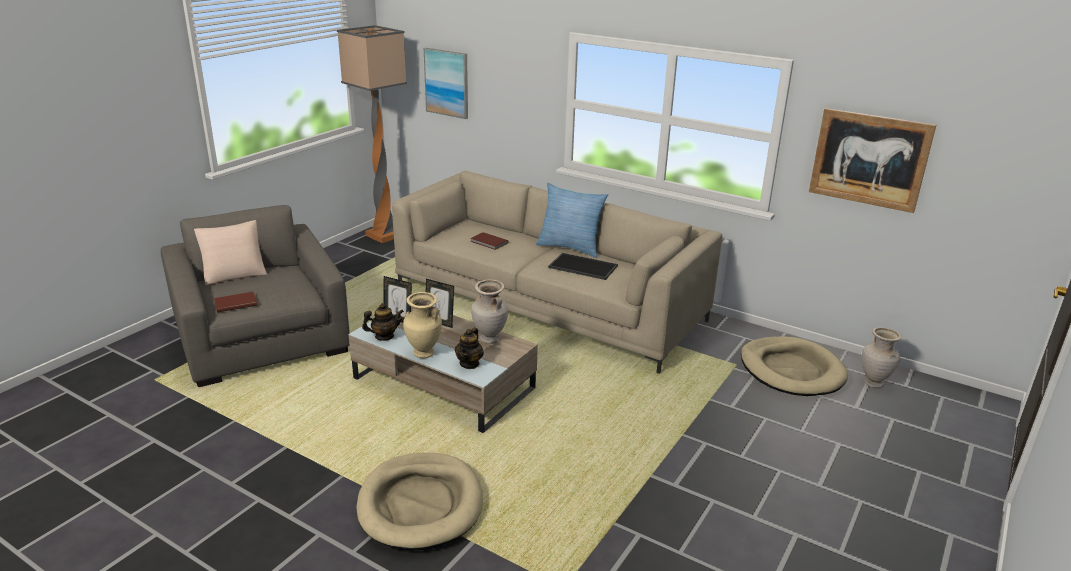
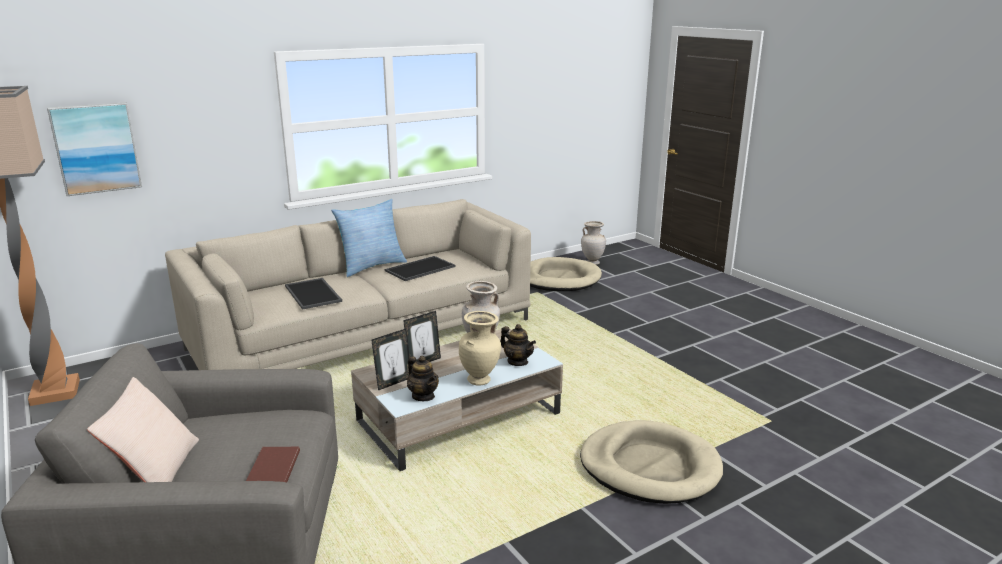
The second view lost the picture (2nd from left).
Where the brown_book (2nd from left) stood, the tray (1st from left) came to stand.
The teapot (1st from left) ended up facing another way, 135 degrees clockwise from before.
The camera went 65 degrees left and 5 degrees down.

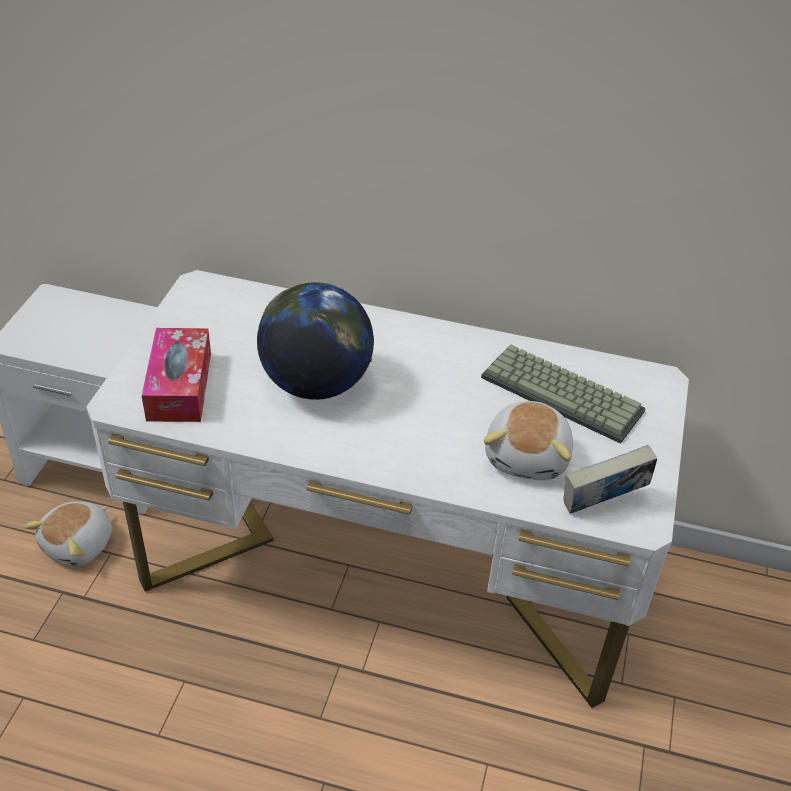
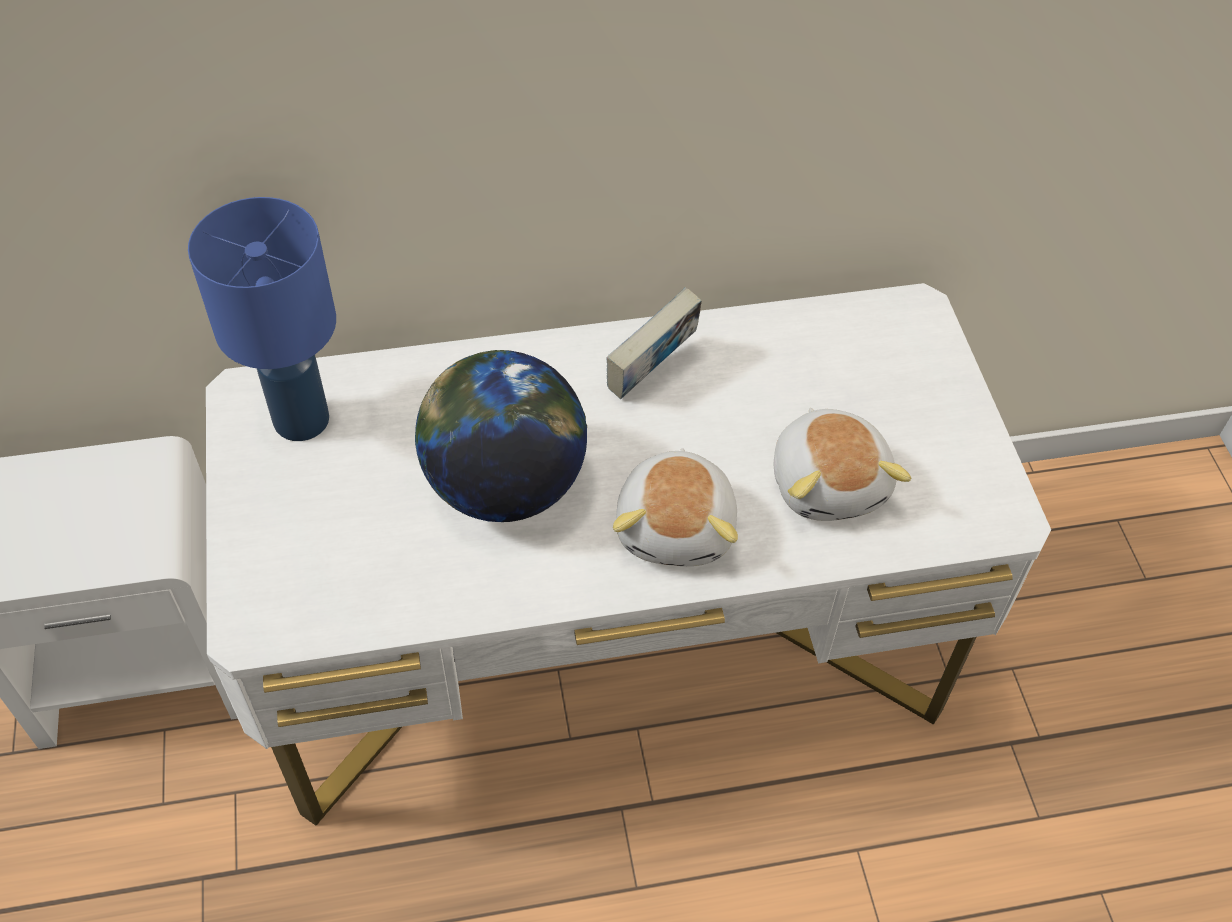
The second view lost the tissue_box.
The second view lost the keyboard.
The second view gained the blue_table_lamp.
The plush_toy (1st from left) ended up elsewhere.
The book ended up elsewhere.
The camera went 25 degrees left and 10 degrees up.

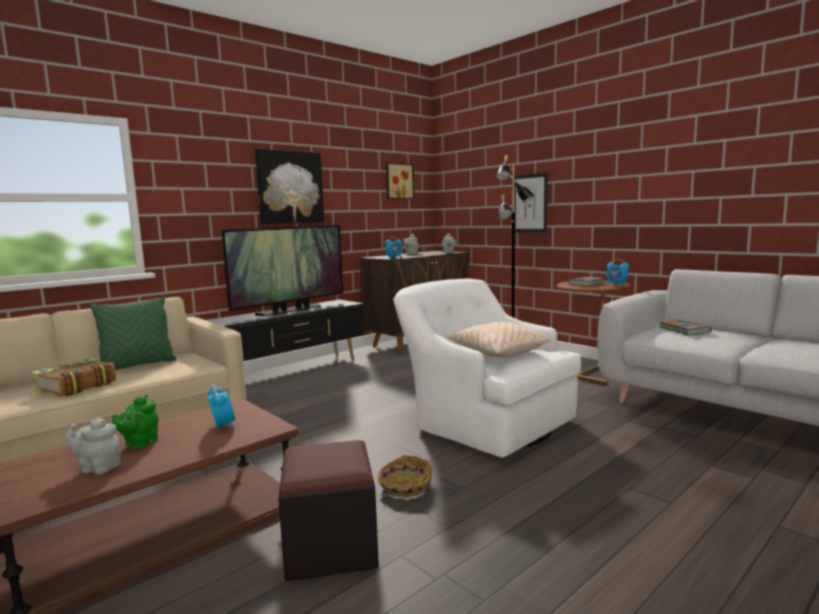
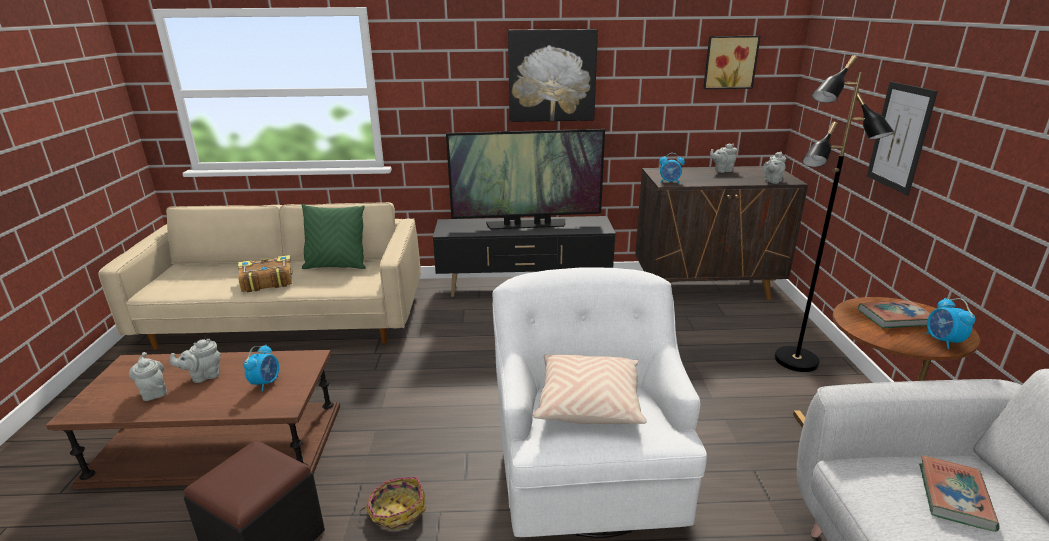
What was the green_teapot turned into the grey_teapot (2nd from left).
The camera went 40 degrees right and 15 degrees up.

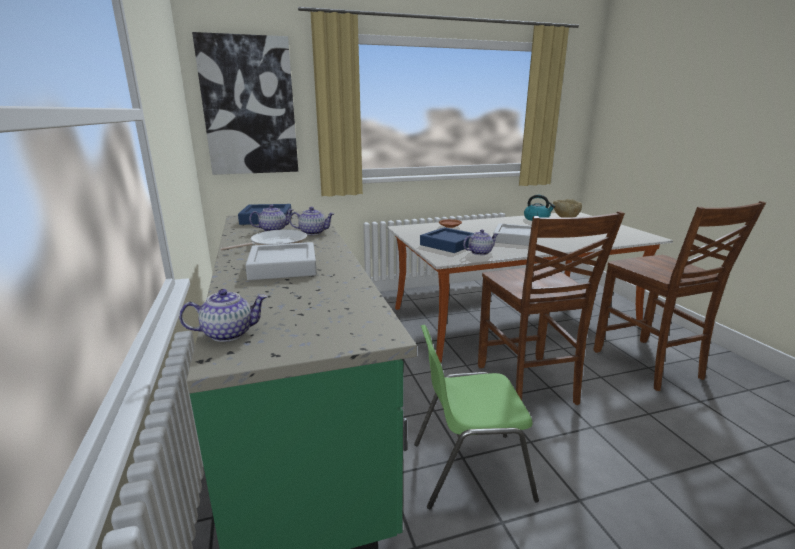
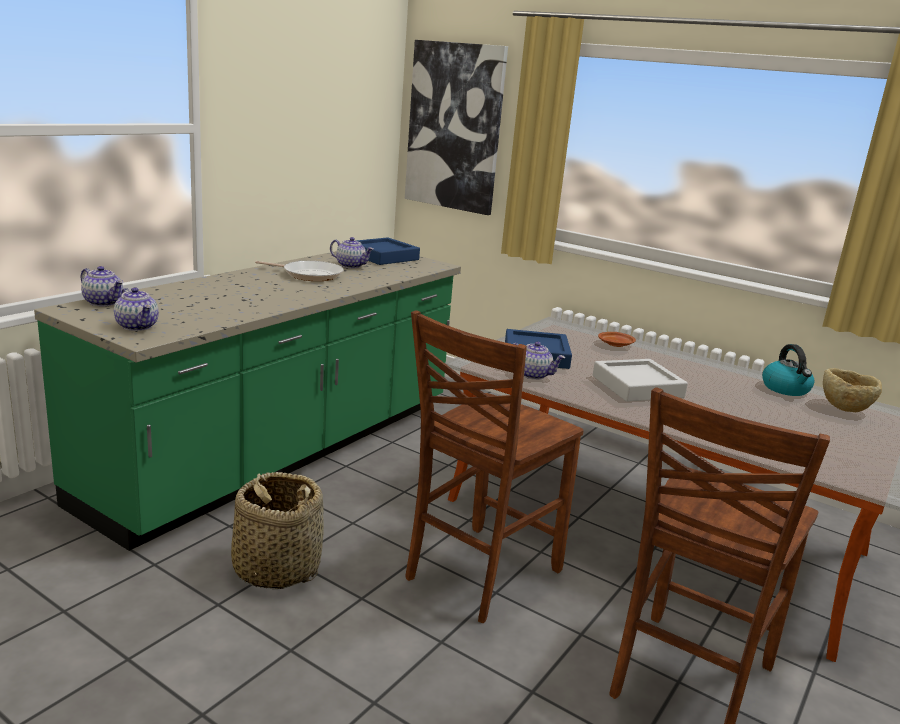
The second view lost the grey_tray (1st from left).
The teapot (3rd from left in the first image) ended up elsewhere.
Where the green_chair stood, the basket came to stand.
The camera went 50 degrees right and 0 degrees up.

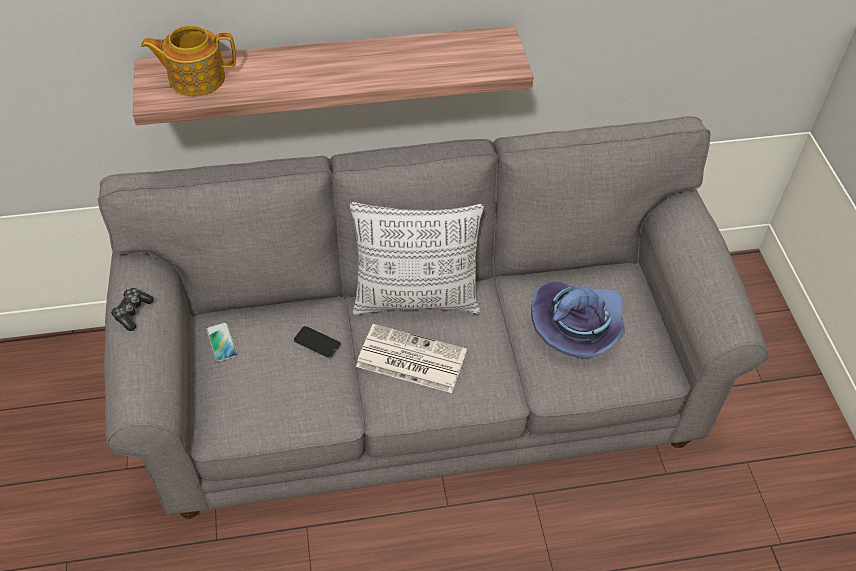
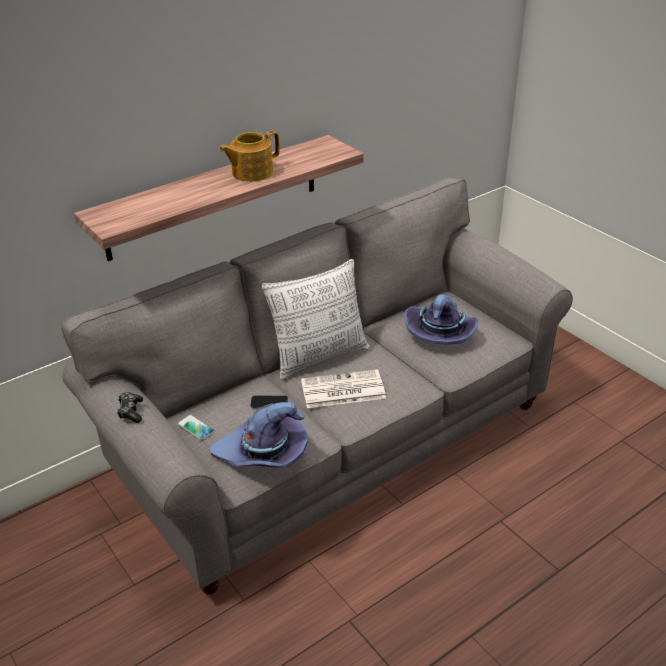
The second view gained the purple_hat (1st from left).
The teapot ended up elsewhere.
The camera went 25 degrees left and 15 degrees down.

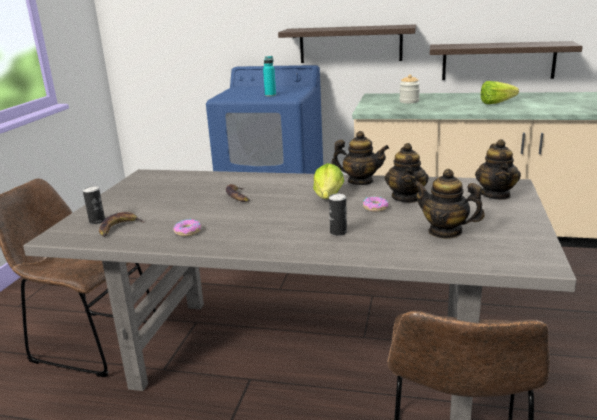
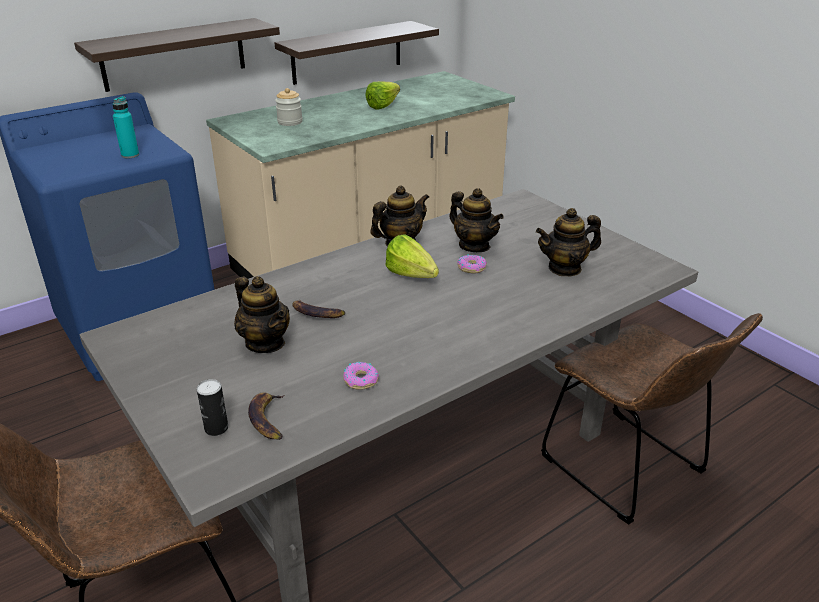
The second view lost the can (2nd from left).
The teapot (4th from left in the first image) ended up elsewhere.
The camera went 50 degrees left and 10 degrees up.

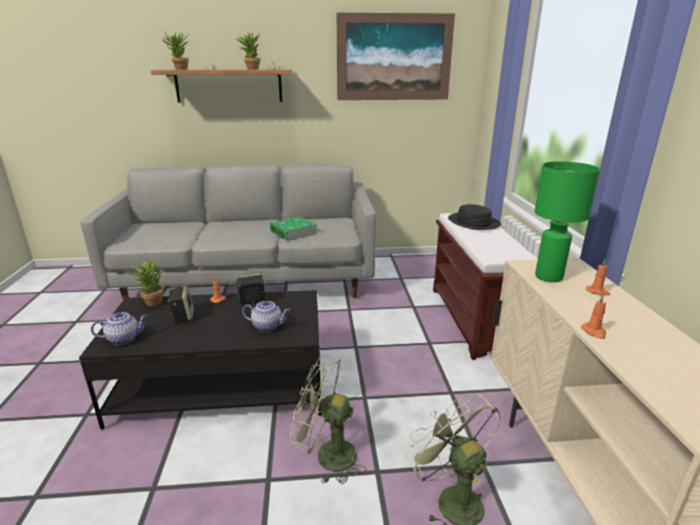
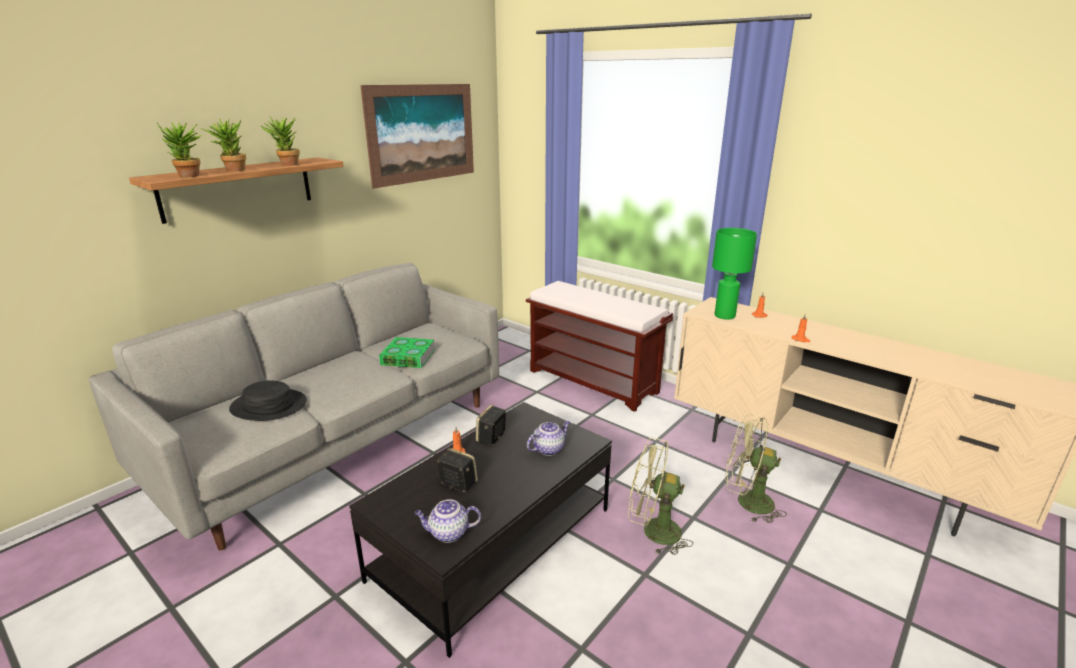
The potted_plant (1st from left in the first image) ended up elsewhere.
The black_hat ended up elsewhere.
The teapot (1st from left) ended up facing another way, 120 degrees counterclockwise from before.
The green_fan (1st from left) ended up facing another way, 45 degrees clockwise from before.
The camera went 45 degrees left and 0 degrees up.

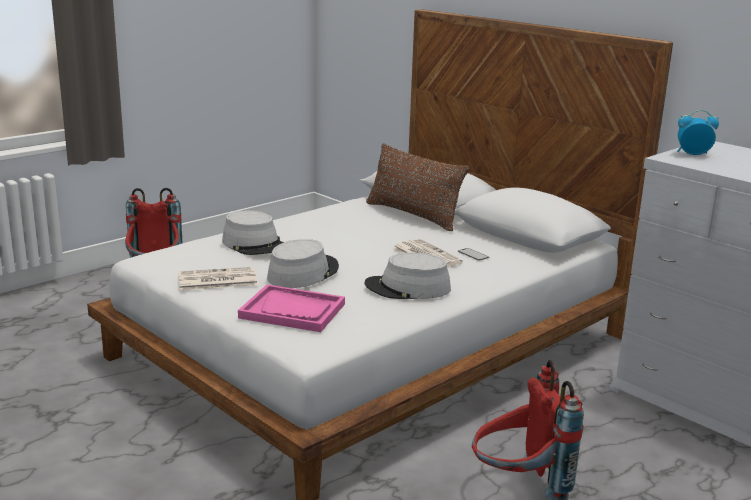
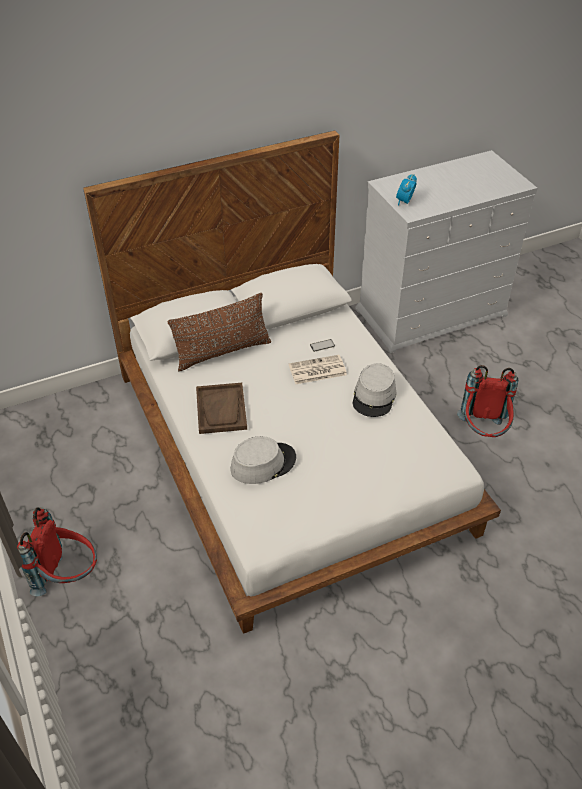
The second view lost the newspaper (1st from left).
The second view lost the pink_tray.
The second view lost the grey_hat (2nd from left).
The second view gained the brown_tray.
The camera went 70 degrees left and 25 degrees up.

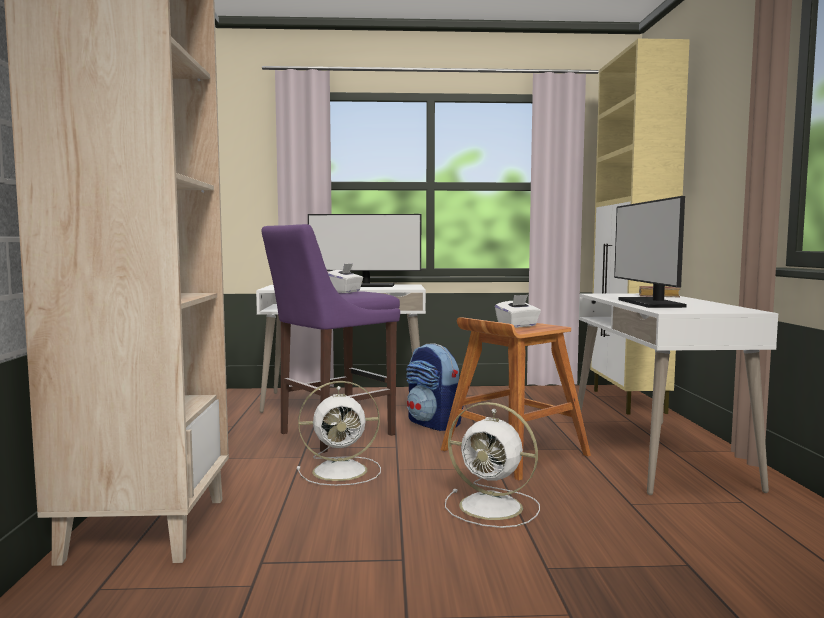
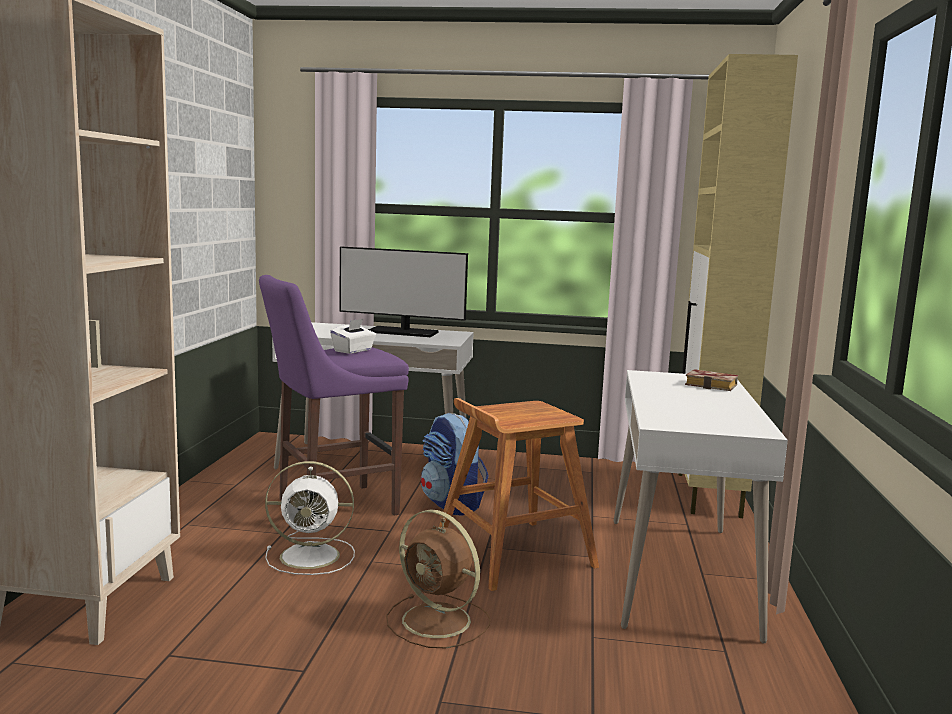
The second view lost the white_tissue_box (2nd from left).
The second view lost the monitor (2nd from left).
What was the white_fan (2nd from left) turned into the brown_fan.
The camera went 10 degrees right and 5 degrees up.

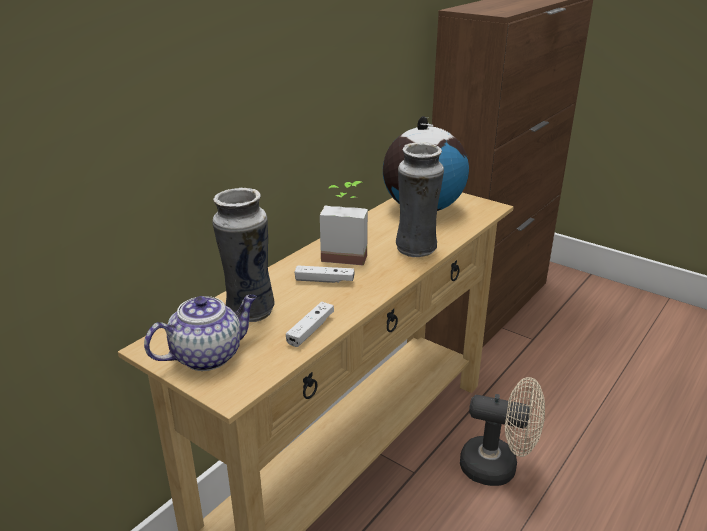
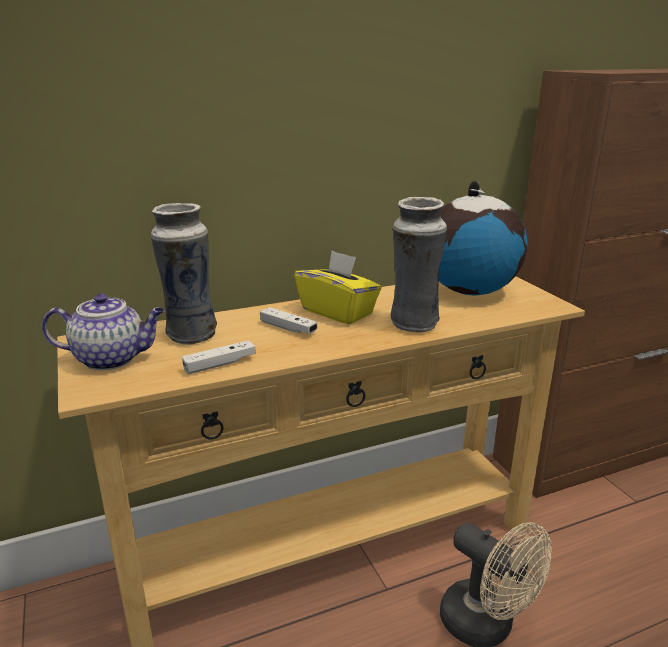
Where the potted_plant stood, the yellow_tissue_box came to stand.
The camera went 30 degrees right and 5 degrees down.

